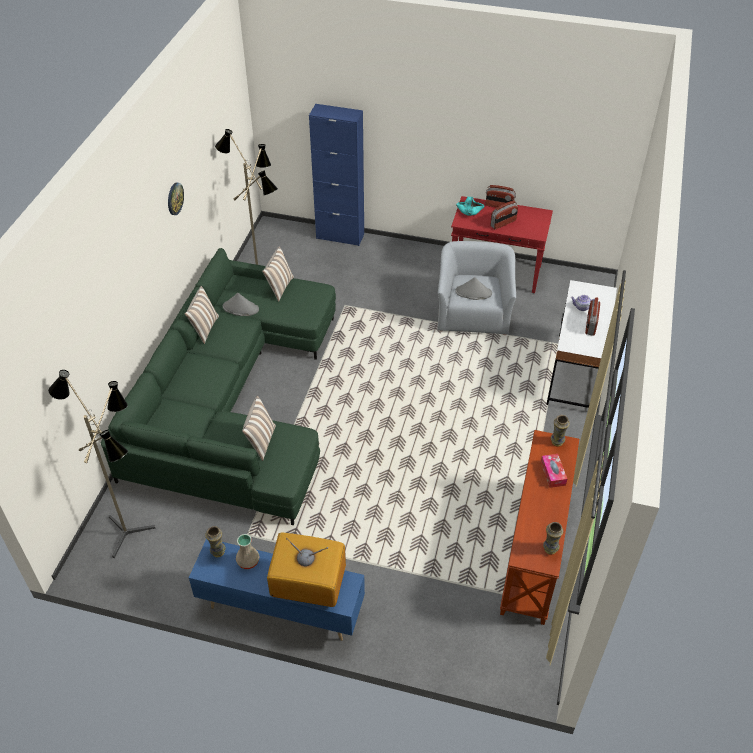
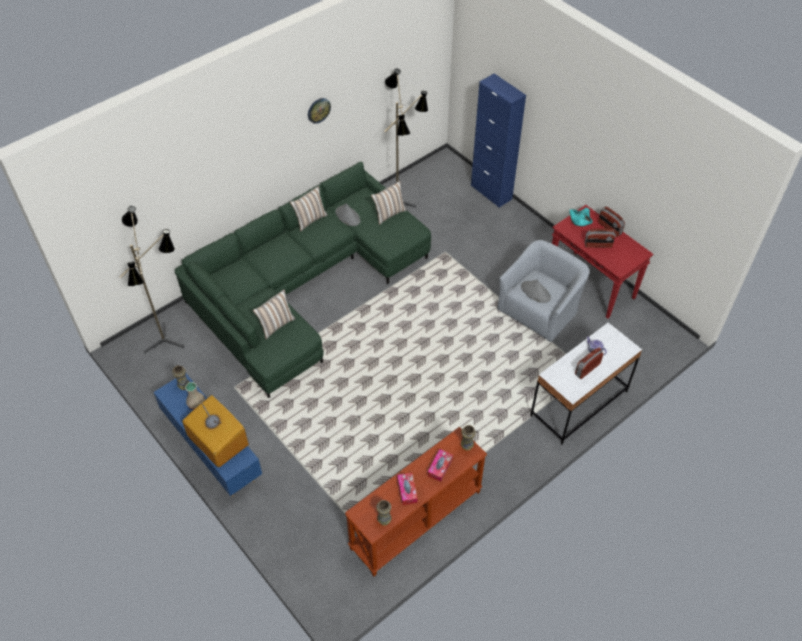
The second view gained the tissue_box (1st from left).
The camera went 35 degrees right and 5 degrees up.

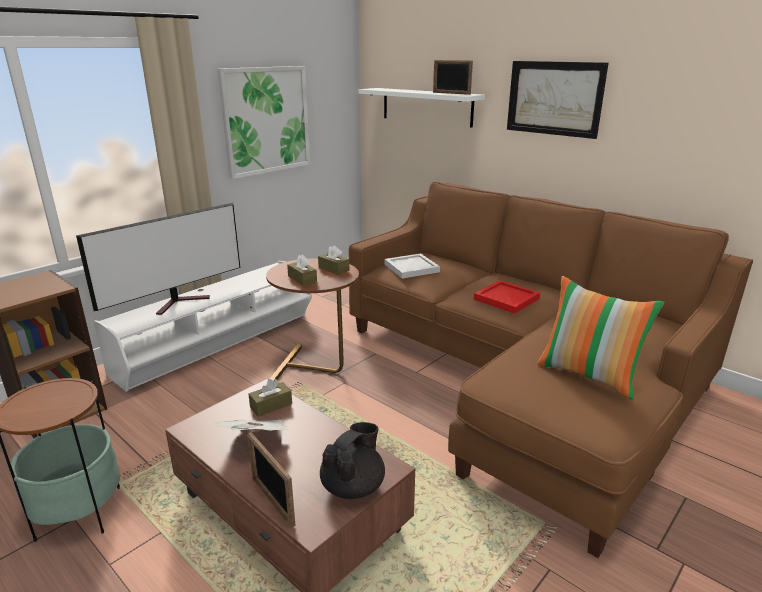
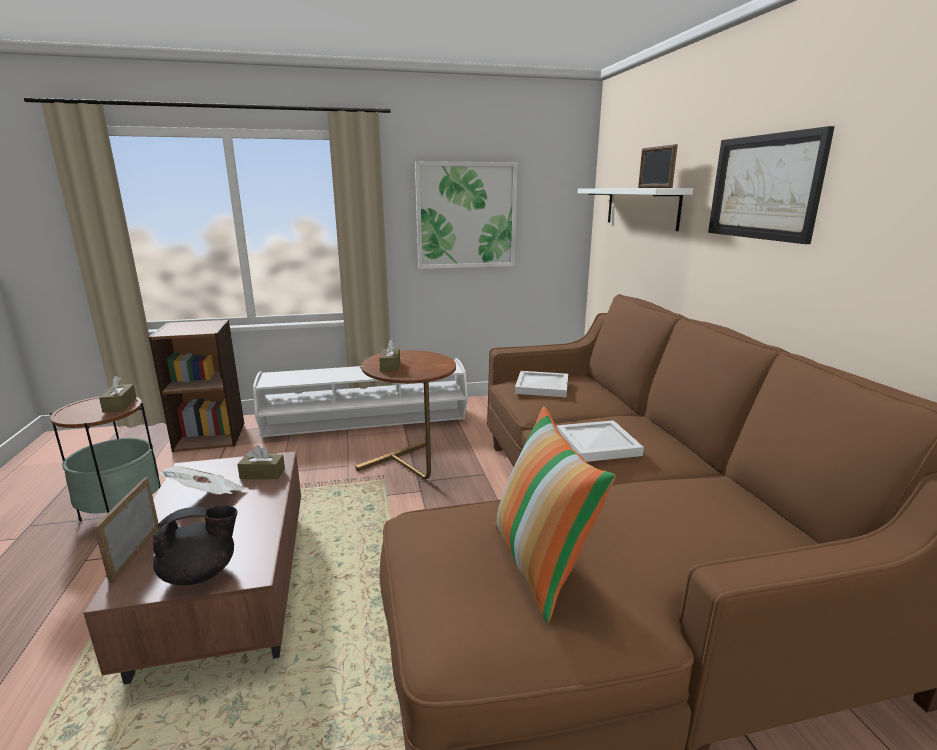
The second view lost the television.
The brown_tissue_box (3rd from left in the first image) ended up elsewhere.
What was the red_tray turned into the white_tray (2nd from left).
The camera went 35 degrees right and 5 degrees down.

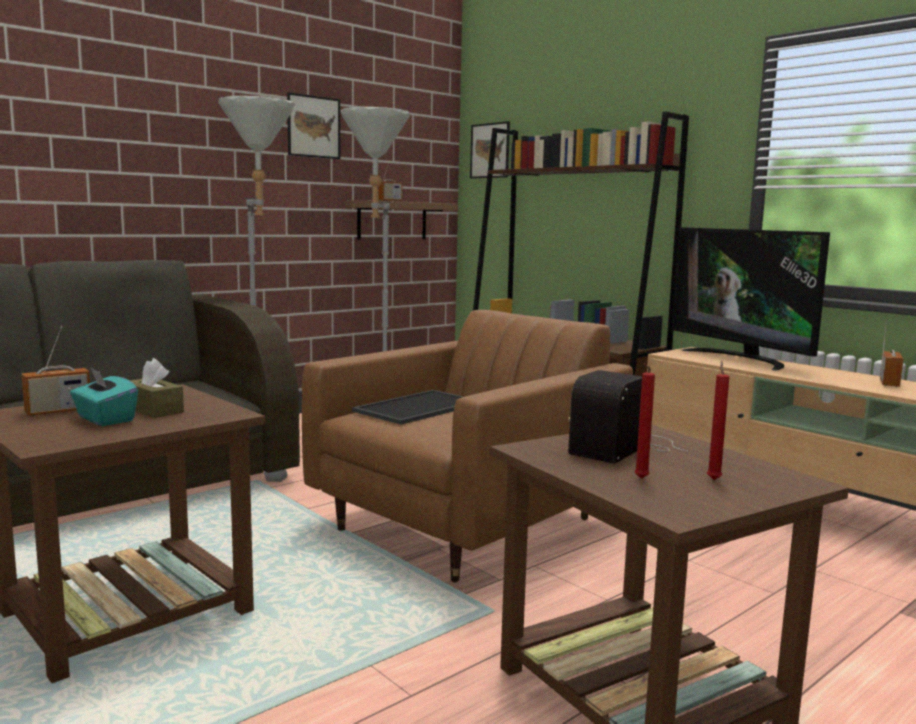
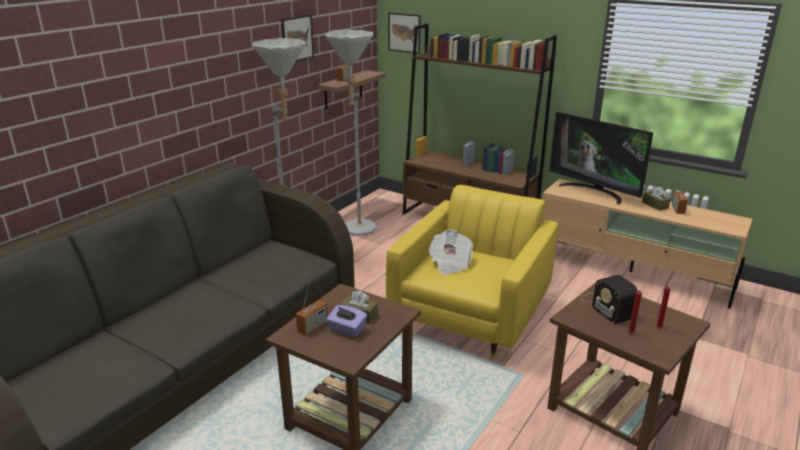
The second view gained the brown_tissue_box (2nd from left).
Where the tray stood, the newspaper came to stand.
What was the turquoise_tissue_box turned into the purple_tissue_box.
What was the brown_armchair turned into the yellow_armchair.
The radio (3rd from left) ended up facing another way, 45 degrees counterclockwise from before.
The camera went 15 degrees left and 15 degrees up.

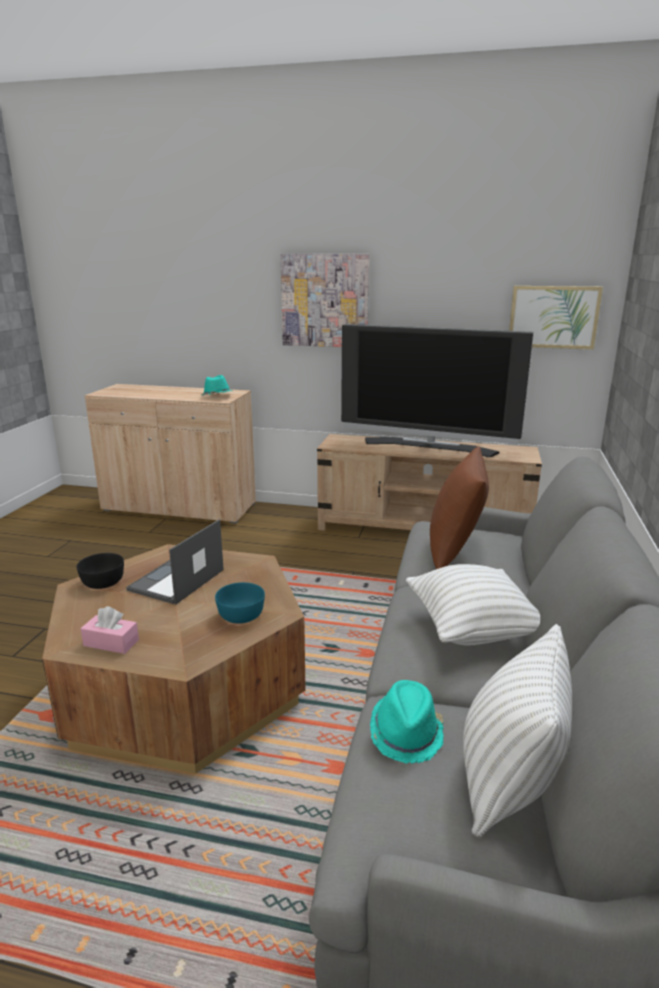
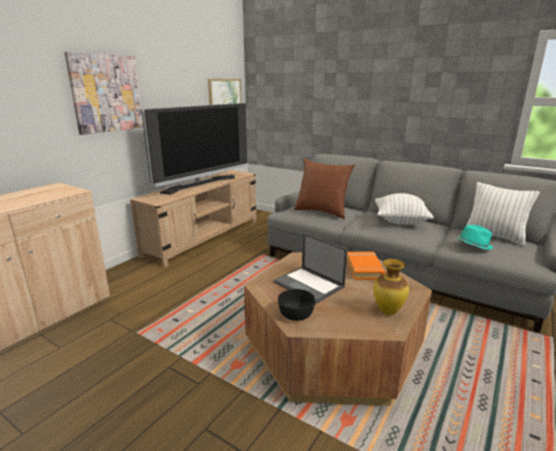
The second view lost the turquoise_hat (1st from left).
Where the pink_tissue_box stood, the vase came to stand.
Where the turquoise_bowl stood, the orange_book came to stand.
The camera went 70 degrees left and 0 degrees up.

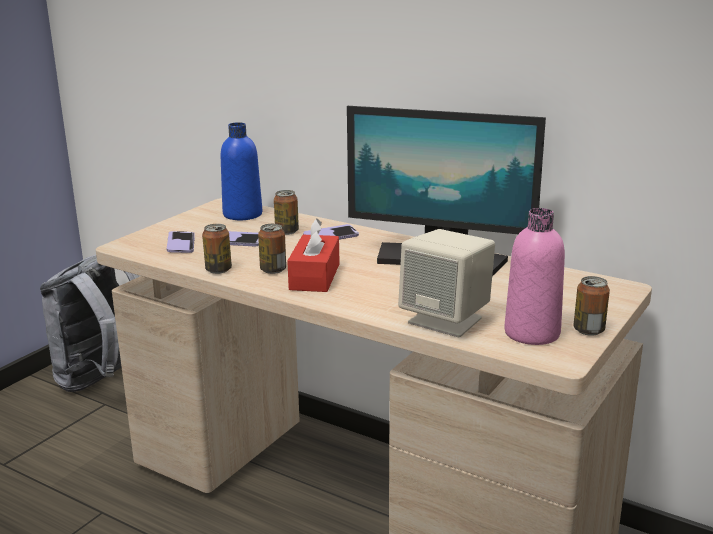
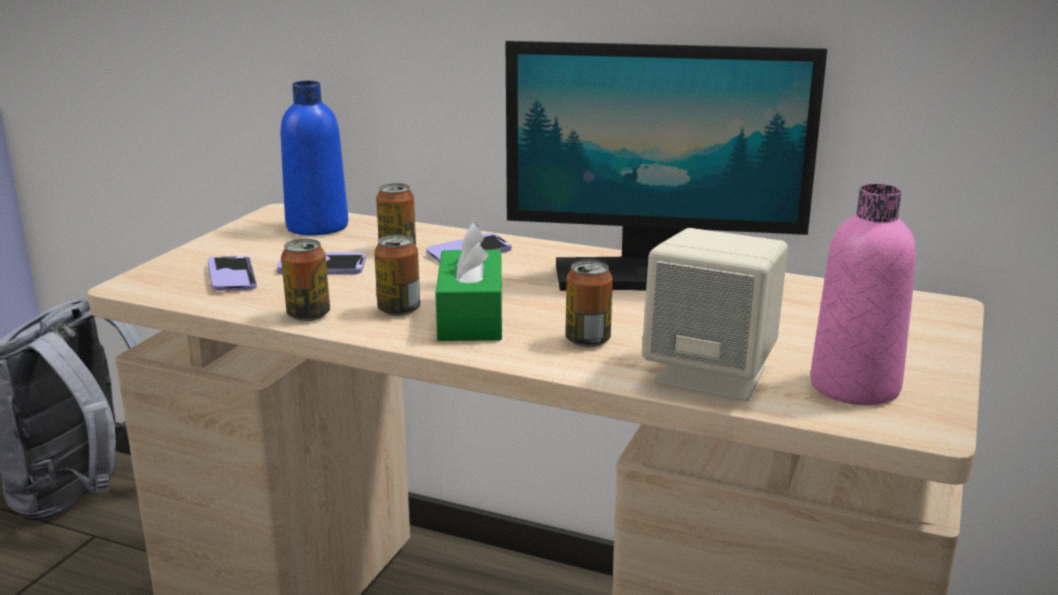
The can (4th from left) ended up elsewhere.
What was the red_tissue_box turned into the green_tissue_box.
The camera went 10 degrees left and 0 degrees up.

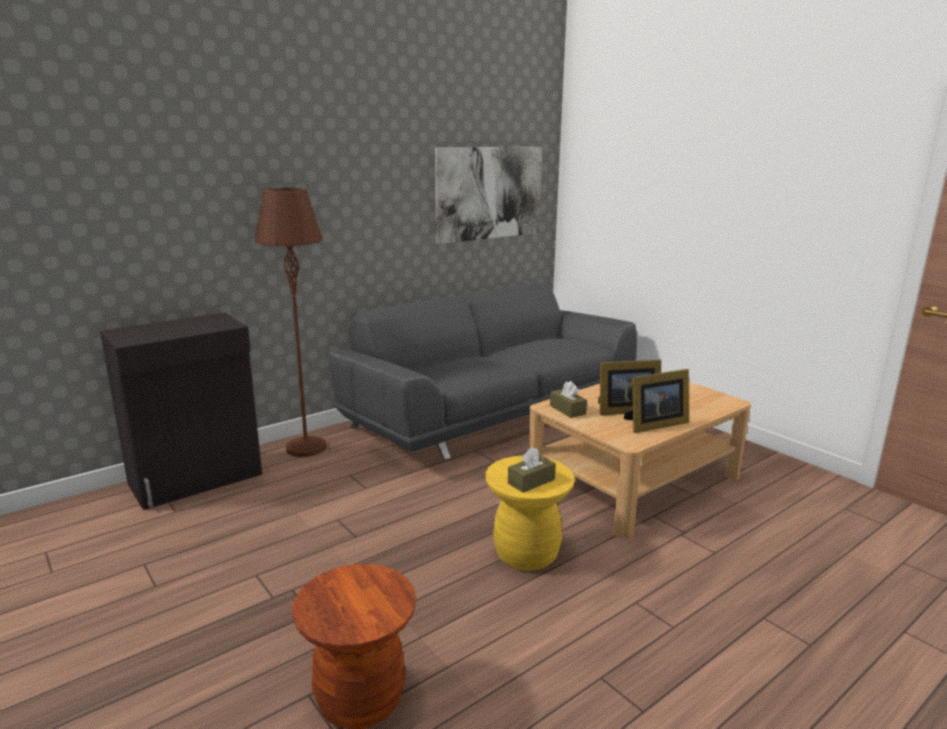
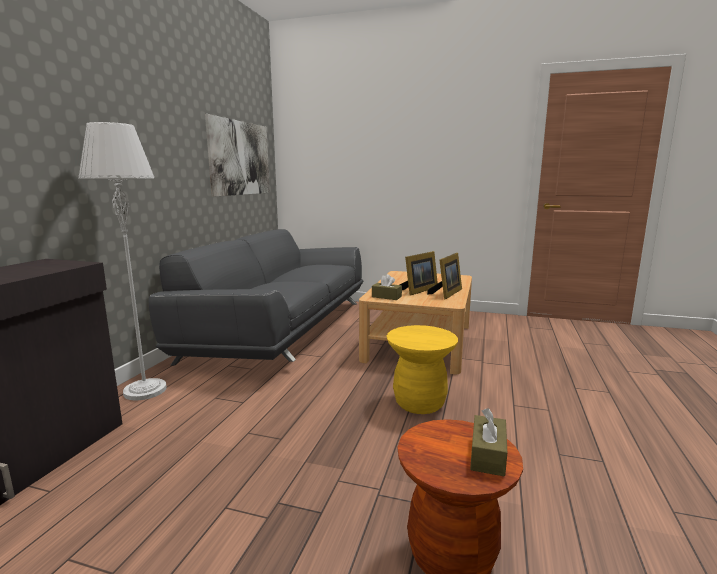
The brown_tissue_box (1st from left in the first image) ended up elsewhere.
What was the brown_floor_lamp turned into the grey_floor_lamp.
The camera went 35 degrees left and 5 degrees down.

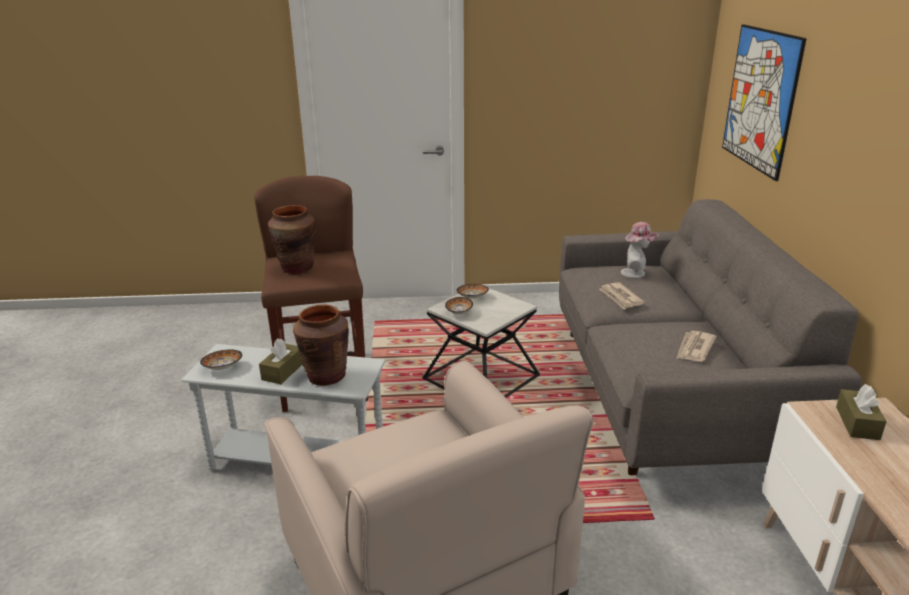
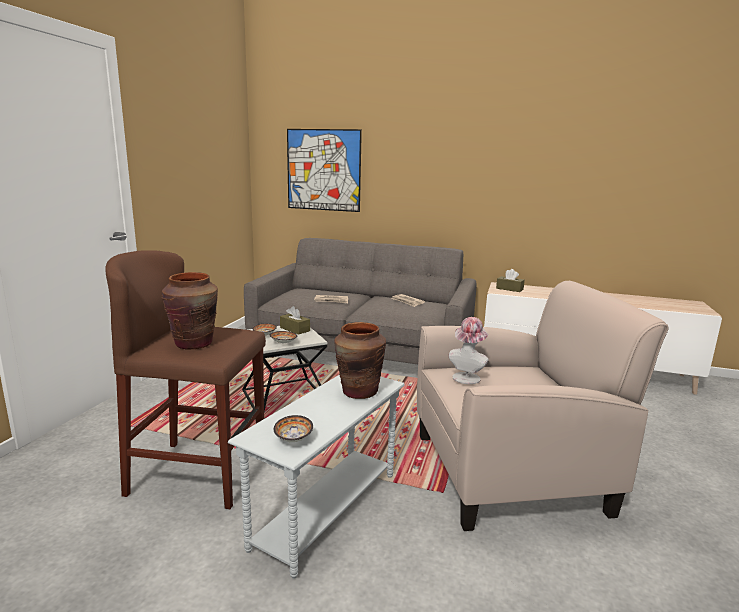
The brown_tissue_box (1st from left) ended up elsewhere.
The hat ended up elsewhere.
The camera went 70 degrees left and 10 degrees down.

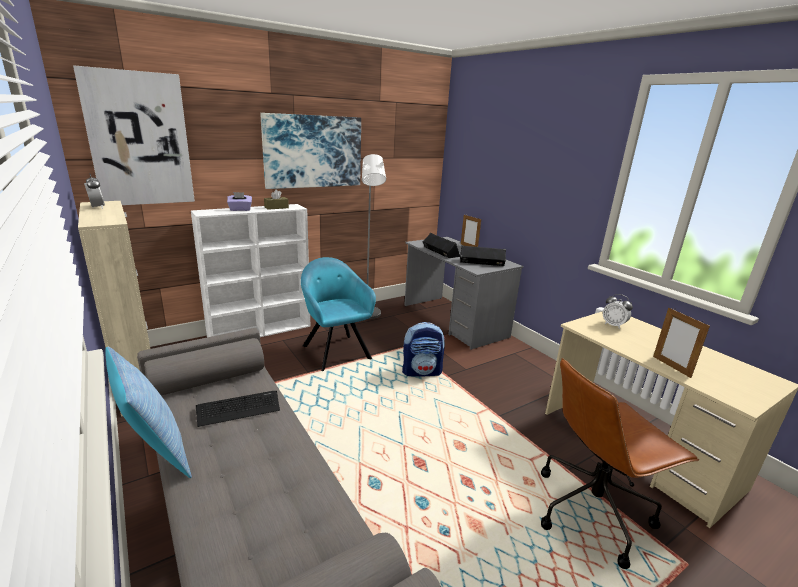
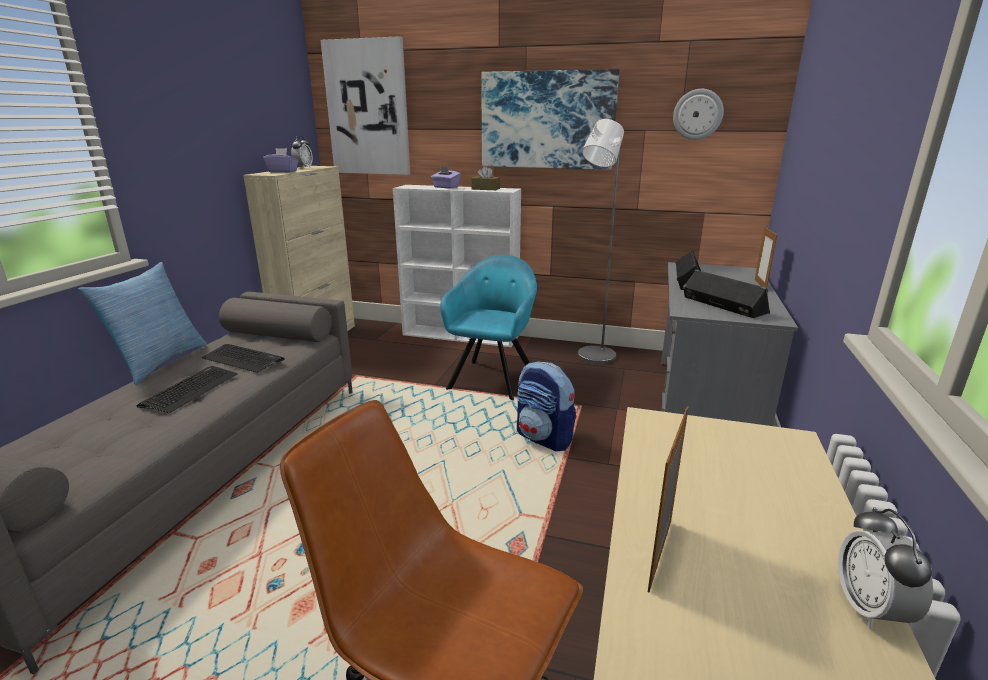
The second view gained the keyboard (1st from left).
The second view gained the purple_tissue_box (1st from left).
The second view gained the wall_clock.
The alarm_clock (2nd from left) ended up elsewhere.
The camera went 50 degrees right and 0 degrees up.

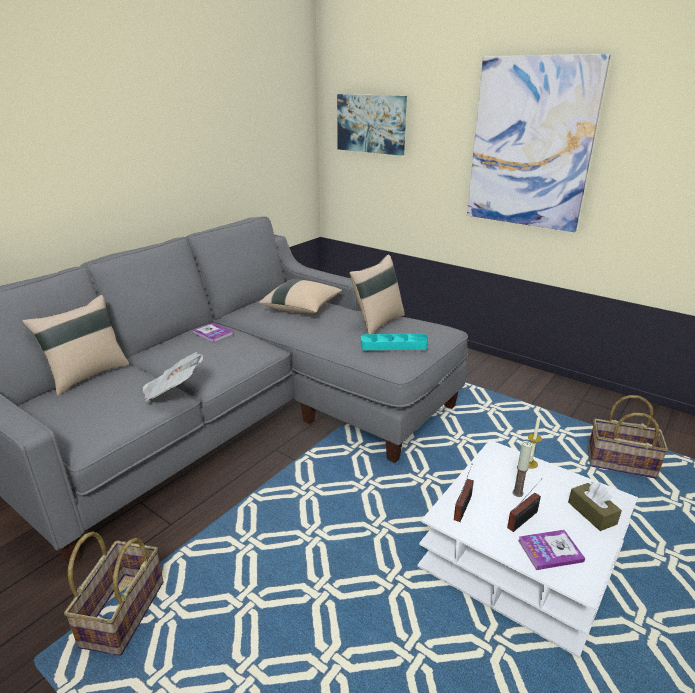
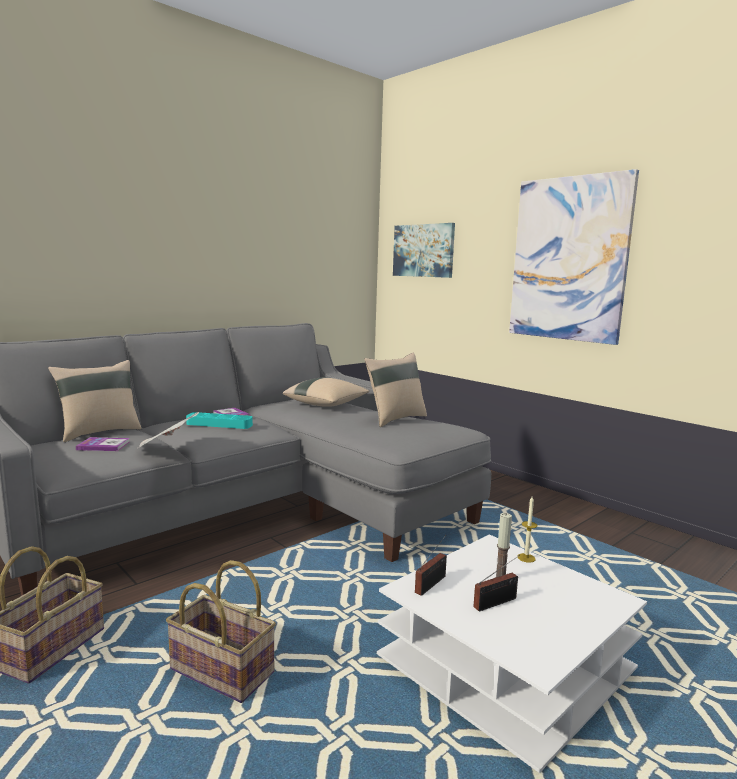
The second view lost the brown_tissue_box.
The turquoise_tray ended up elsewhere.
The book (2nd from left in the first image) ended up elsewhere.
The basket (2nd from left) ended up elsewhere.
The camera went 10 degrees right and 15 degrees down.

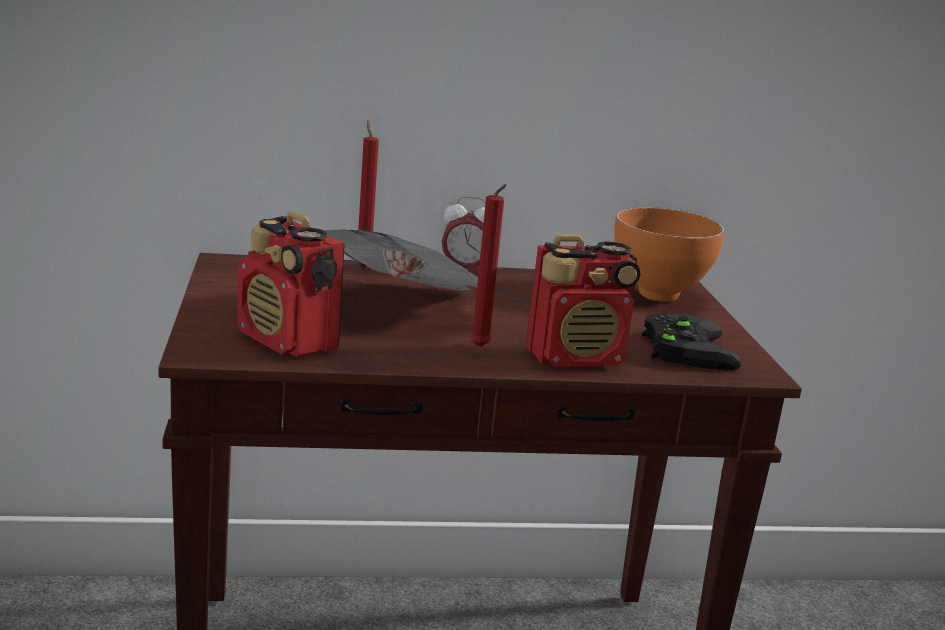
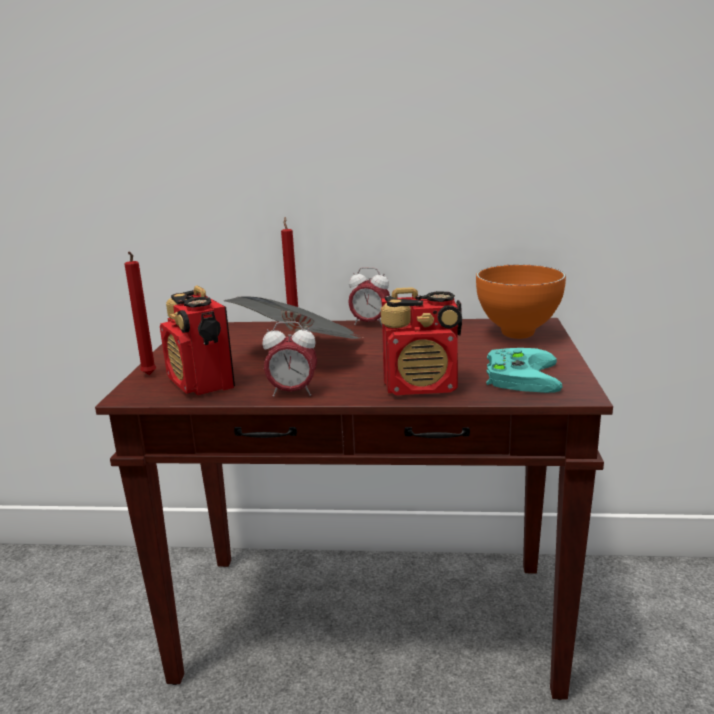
The second view gained the alarm_clock (1st from left).
The red_candle (2nd from left in the first image) ended up elsewhere.
What was the black_game_controller turned into the turquoise_game_controller.
The camera went 15 degrees right and 0 degrees up.

